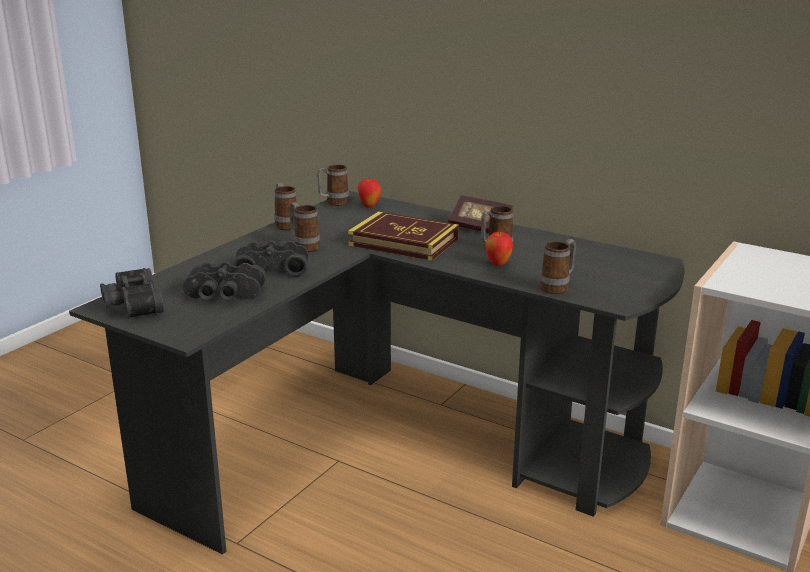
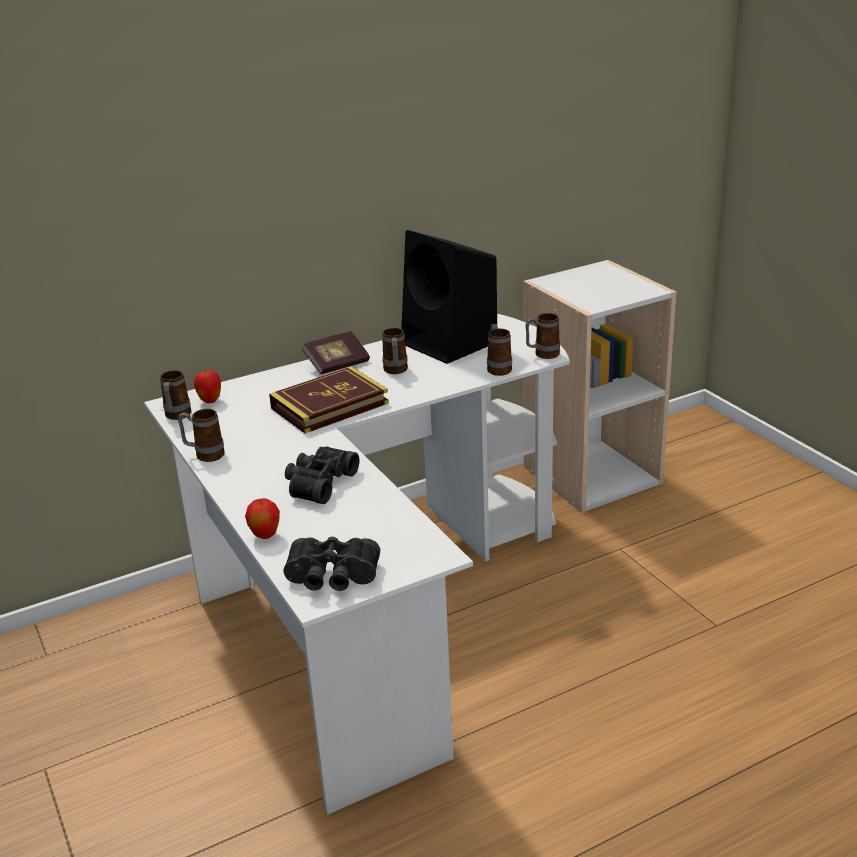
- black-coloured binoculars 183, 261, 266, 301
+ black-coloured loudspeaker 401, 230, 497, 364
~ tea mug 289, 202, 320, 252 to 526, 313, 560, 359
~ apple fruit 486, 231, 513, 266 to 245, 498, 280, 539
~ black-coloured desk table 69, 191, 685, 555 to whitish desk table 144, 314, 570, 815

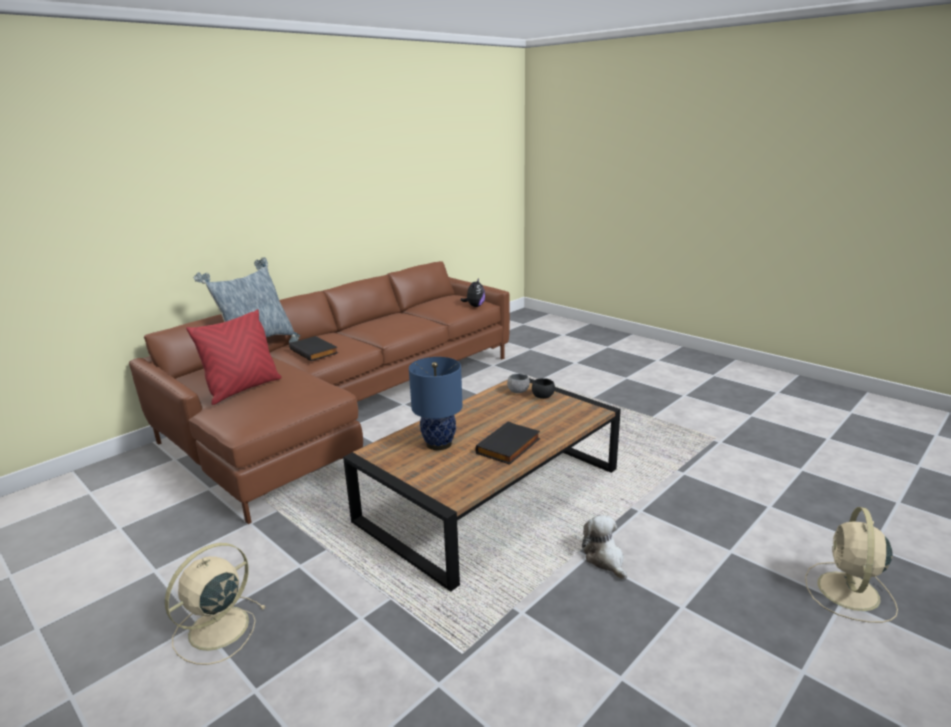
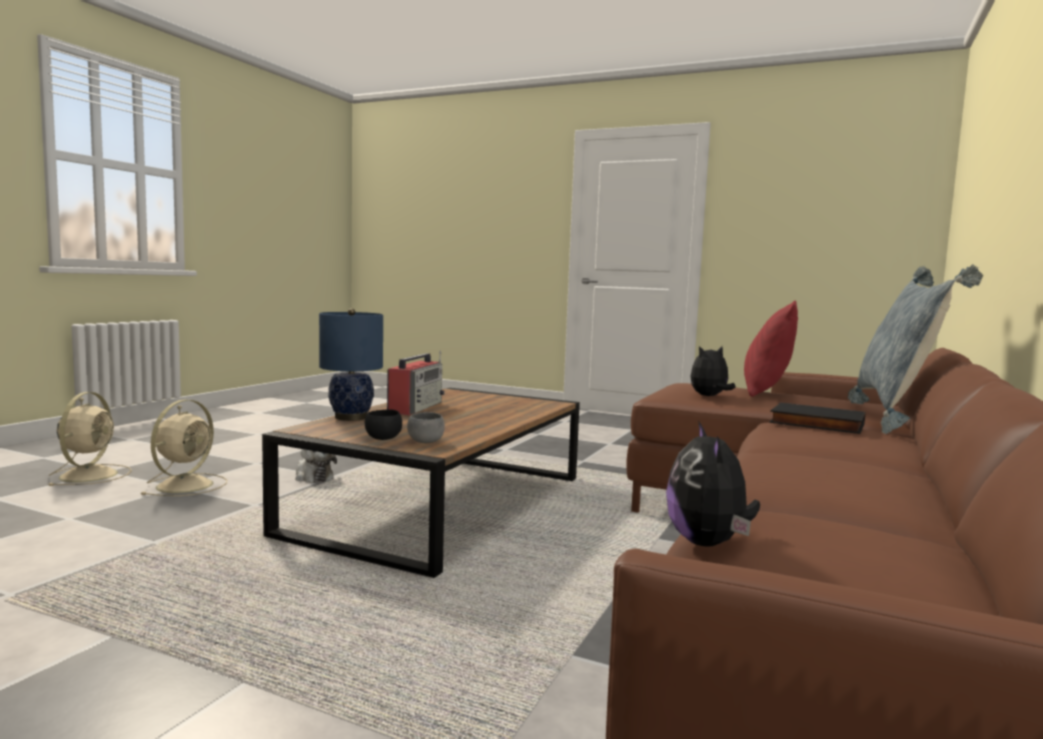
+ cuddly toy 691, 346, 736, 396
~ sand-coloured cooling fan 165, 543, 266, 665 to 140, 399, 227, 496
~ bluish table lamp 409, 357, 463, 450 to 319, 308, 383, 421
~ black-coloured volume 475, 421, 540, 465 to radio set 387, 351, 445, 415

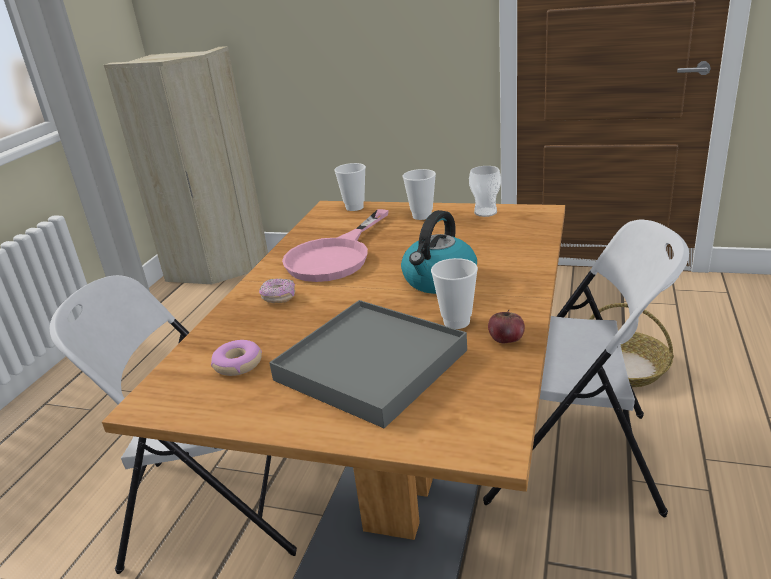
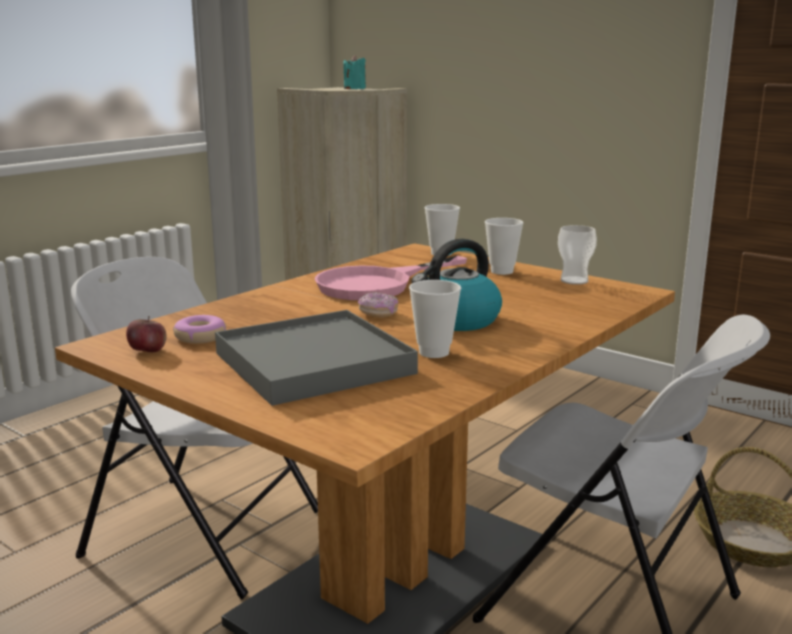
+ turquoise wax light 343, 55, 366, 89
~ ring doughnut 259, 279, 295, 303 to 358, 292, 398, 318
~ apple fruit 488, 310, 525, 343 to 126, 316, 167, 352

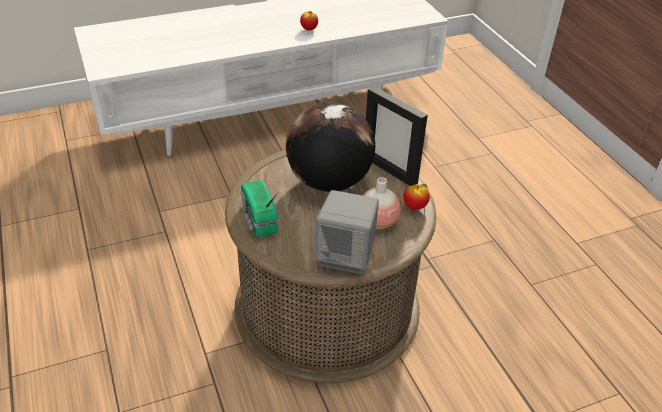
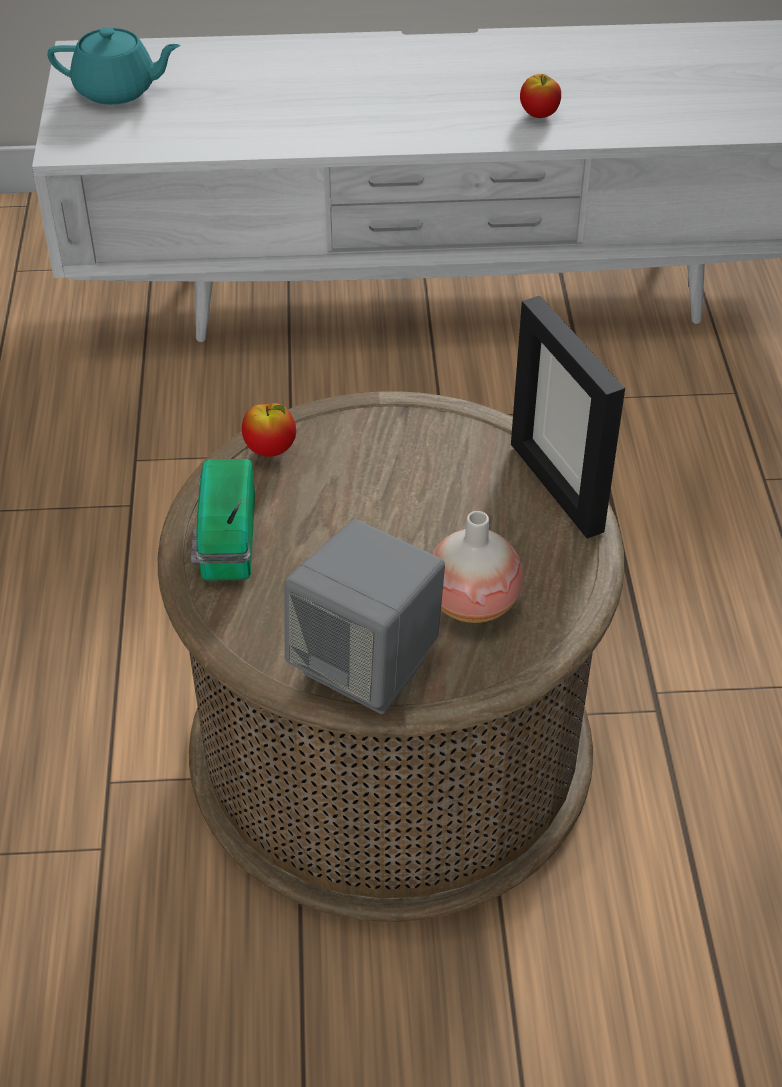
- desk globe 286, 102, 375, 192
+ turquoise teapot 48, 27, 180, 105
~ apple fruit 403, 184, 430, 210 to 242, 403, 296, 457

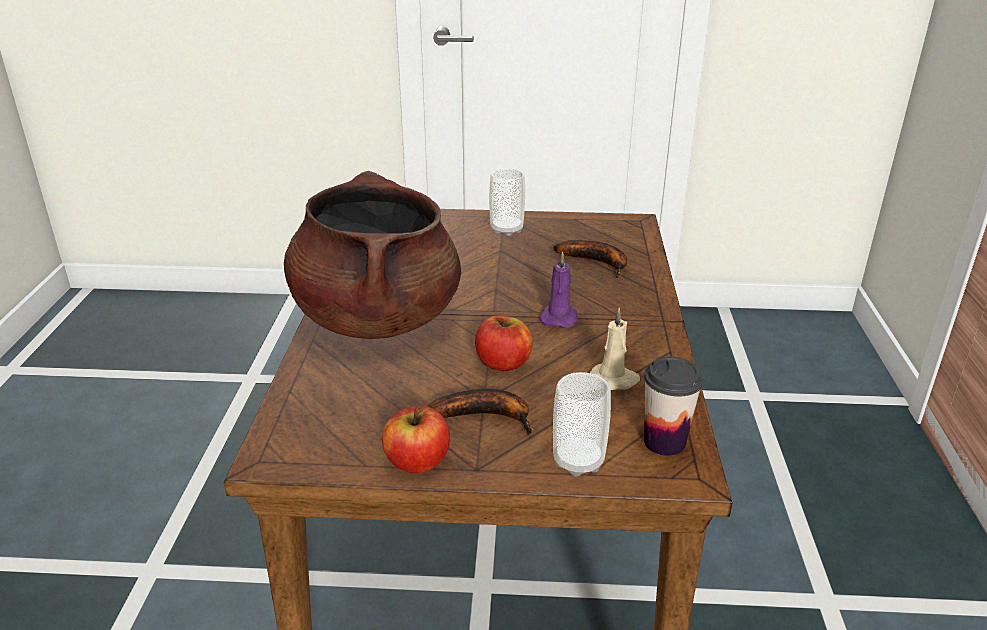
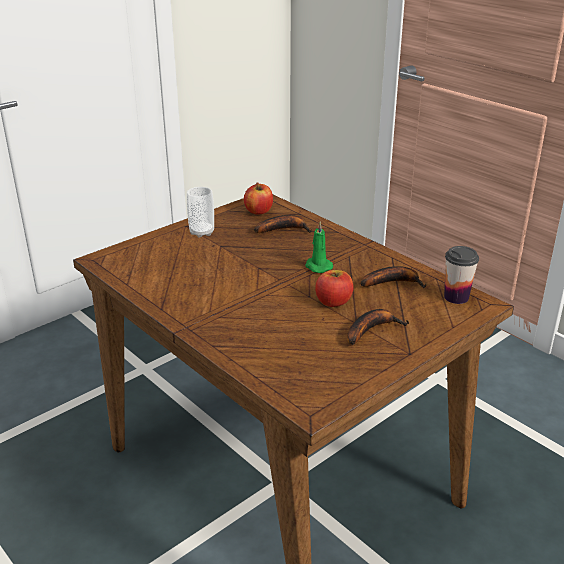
- brownish stockpot 284, 171, 461, 339
- drinking cup 553, 372, 611, 476
~ apple fruit 382, 405, 450, 473 to 244, 183, 273, 215
~ sand-coloured wax light 590, 307, 640, 390 to whole banana 360, 266, 427, 288
~ purple-coloured wax light 539, 251, 578, 328 to green wax light 305, 222, 333, 273

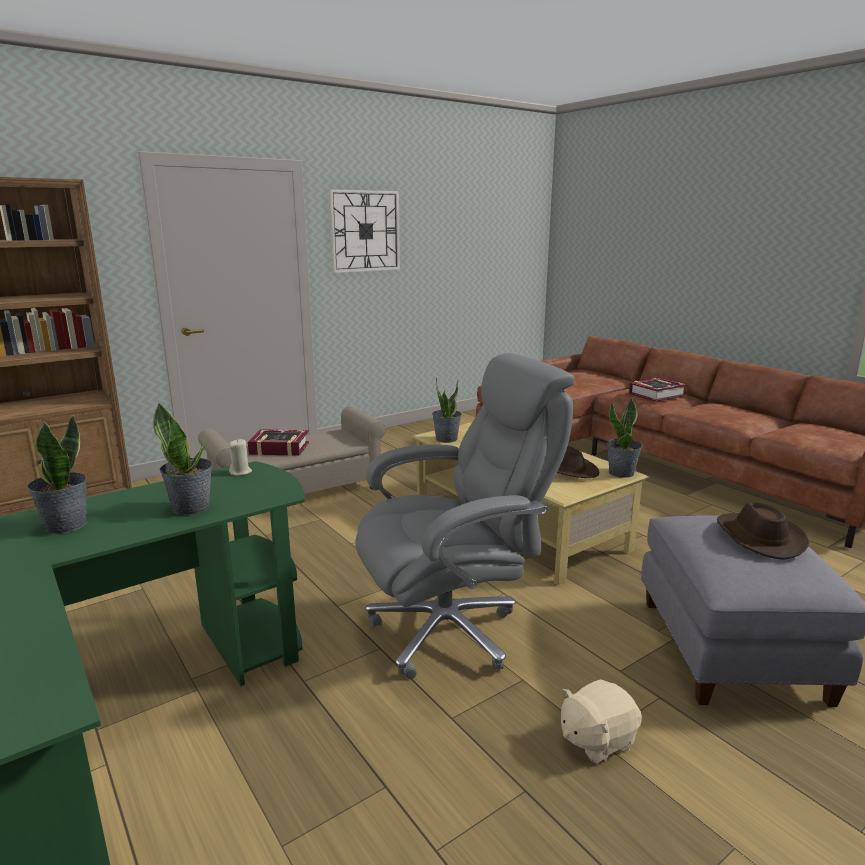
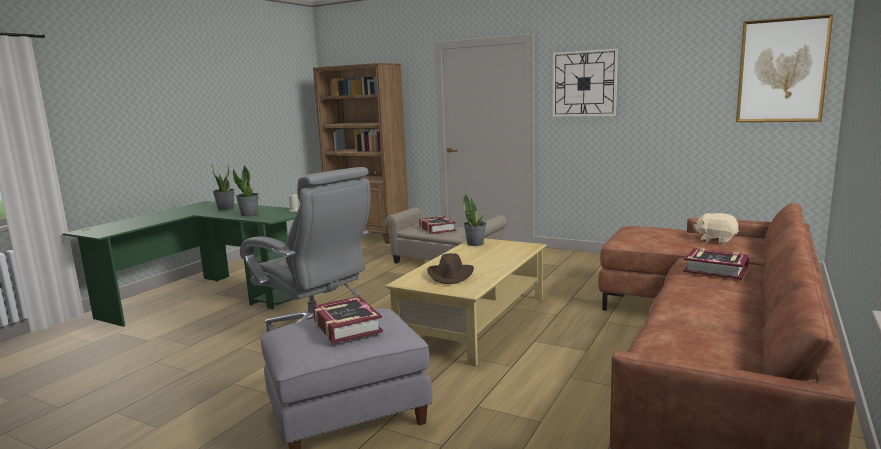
- plant in a pot 607, 397, 643, 478
+ wall art 736, 14, 833, 122
~ sand-coloured cuddly toy 561, 679, 642, 765 to 693, 213, 739, 244
~ brownish clothing hat 717, 503, 809, 560 to volume 313, 296, 383, 344

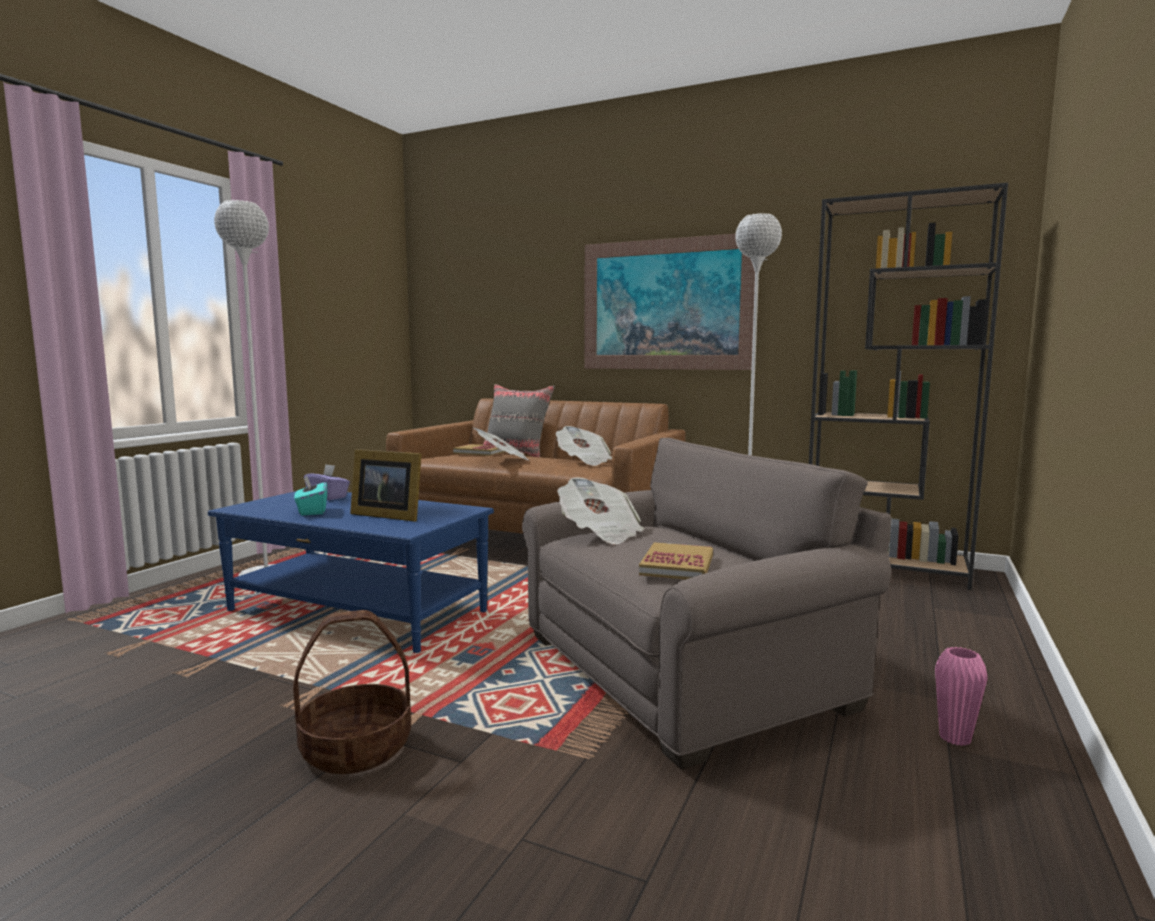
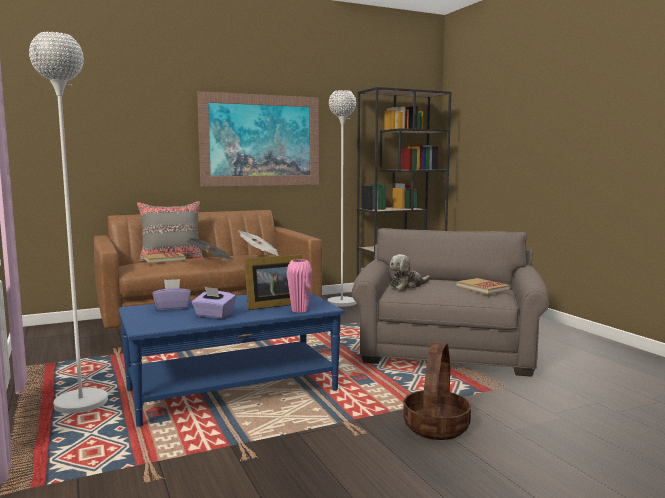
~ pink-coloured decorative vase 935, 647, 987, 746 to 287, 259, 312, 313
~ printed paper 557, 477, 644, 545 to cuddly toy 390, 254, 430, 289
~ turquoise tissue holder 294, 475, 327, 516 to purple-coloured tissue holder 192, 287, 236, 319

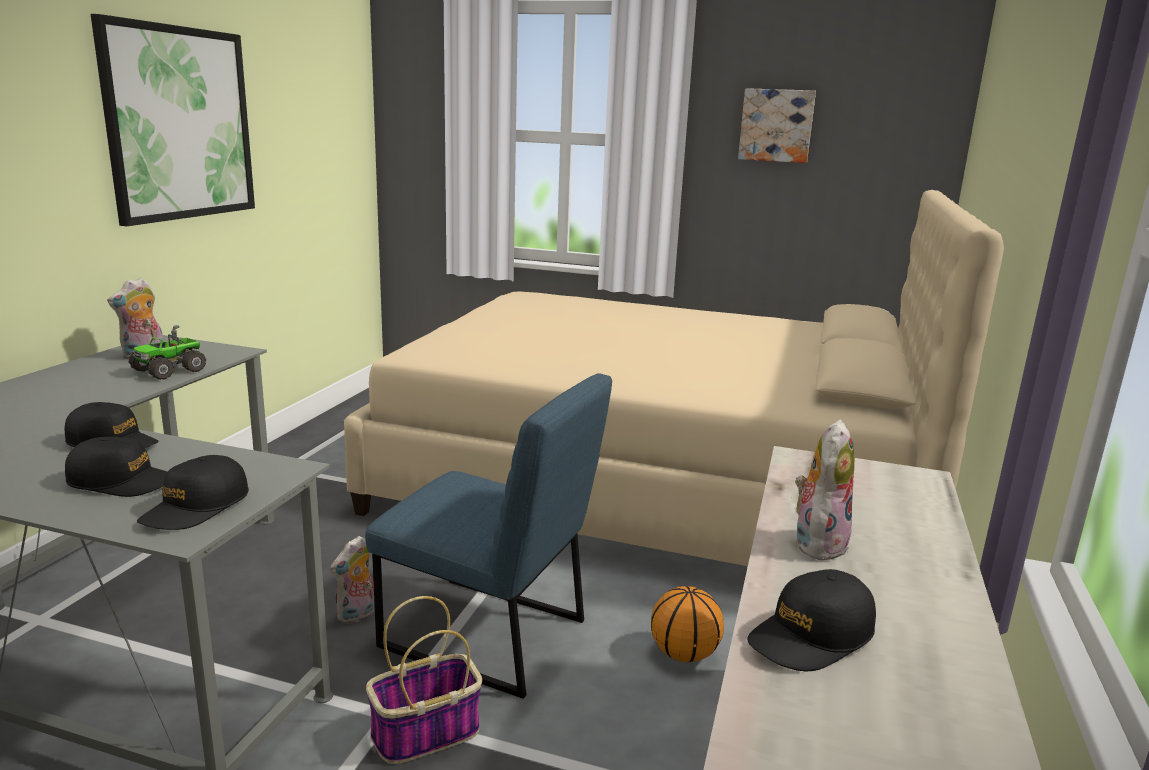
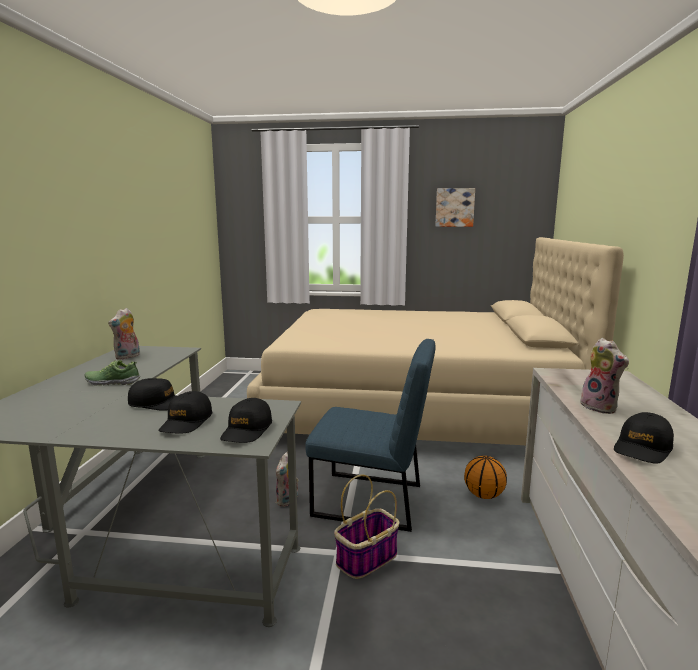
- wall art 91, 14, 255, 226
- model truck 129, 325, 206, 380
+ item of footwear 85, 360, 140, 386
~ black-coloured baseball cap 65, 437, 167, 497 = 158, 391, 212, 434 105 degrees clockwise
~ cuddly toy 795, 419, 855, 560 = 577, 338, 629, 414 135 degrees clockwise

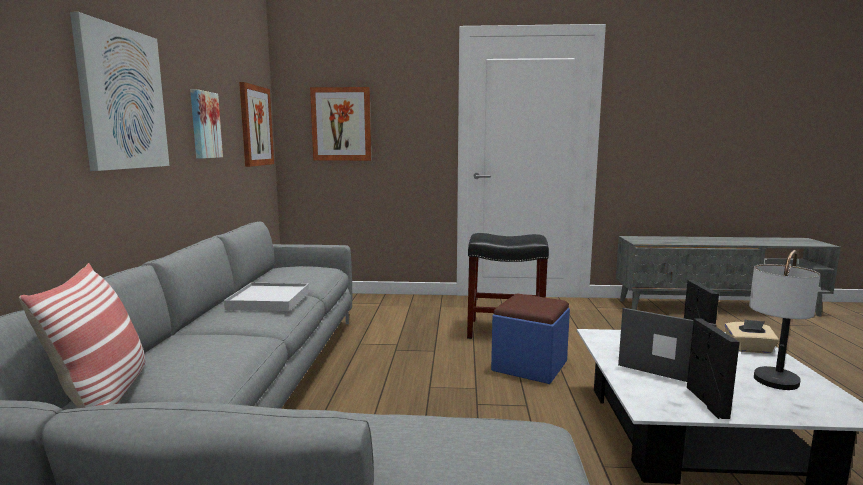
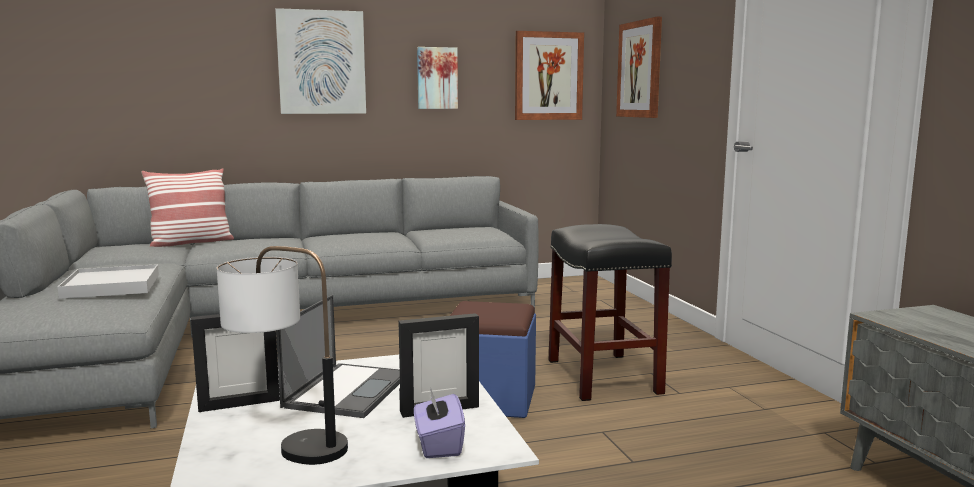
~ whitish tray 224, 283, 309, 311 to 58, 264, 159, 299
~ sand-coloured tissue holder 725, 320, 779, 353 to purple-coloured tissue holder 414, 387, 465, 458

